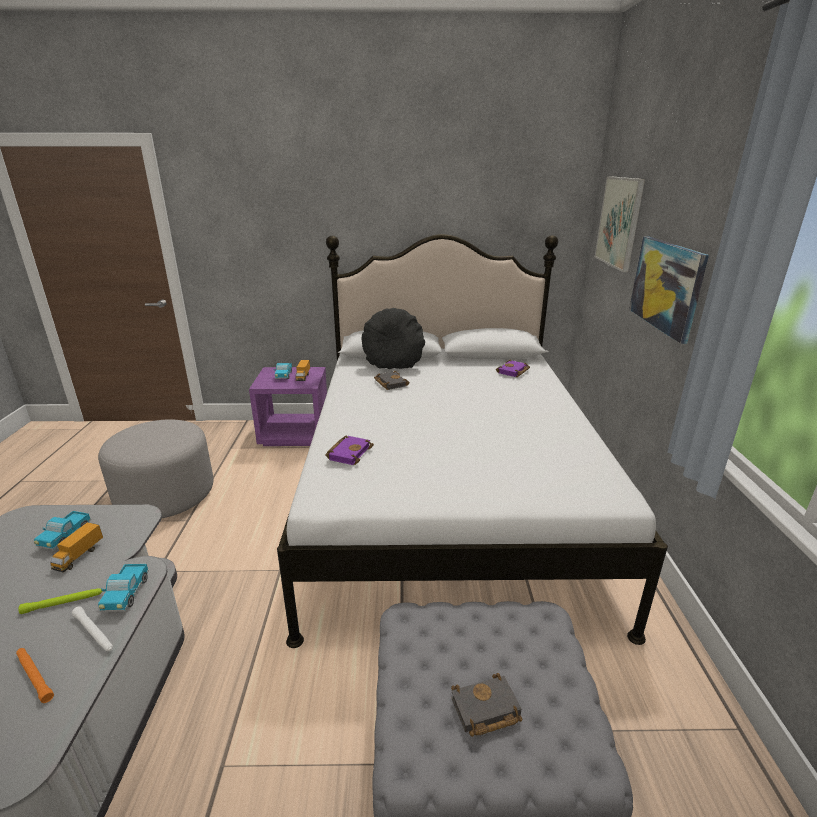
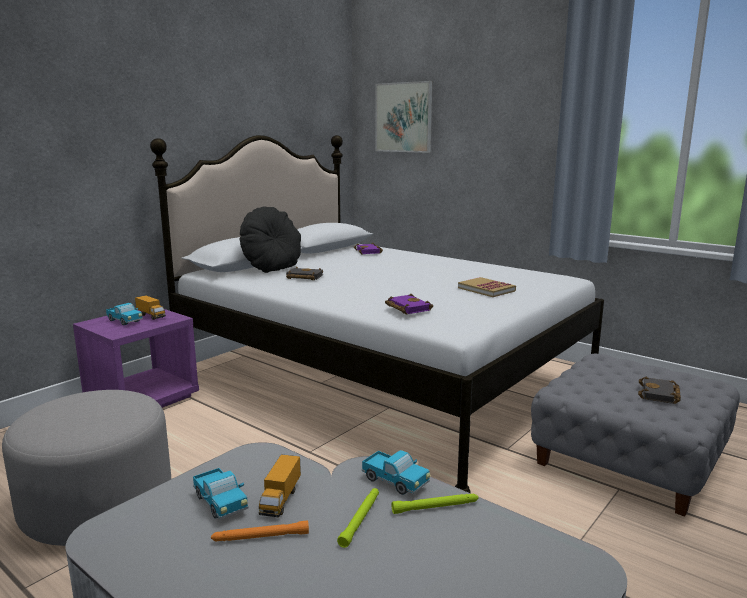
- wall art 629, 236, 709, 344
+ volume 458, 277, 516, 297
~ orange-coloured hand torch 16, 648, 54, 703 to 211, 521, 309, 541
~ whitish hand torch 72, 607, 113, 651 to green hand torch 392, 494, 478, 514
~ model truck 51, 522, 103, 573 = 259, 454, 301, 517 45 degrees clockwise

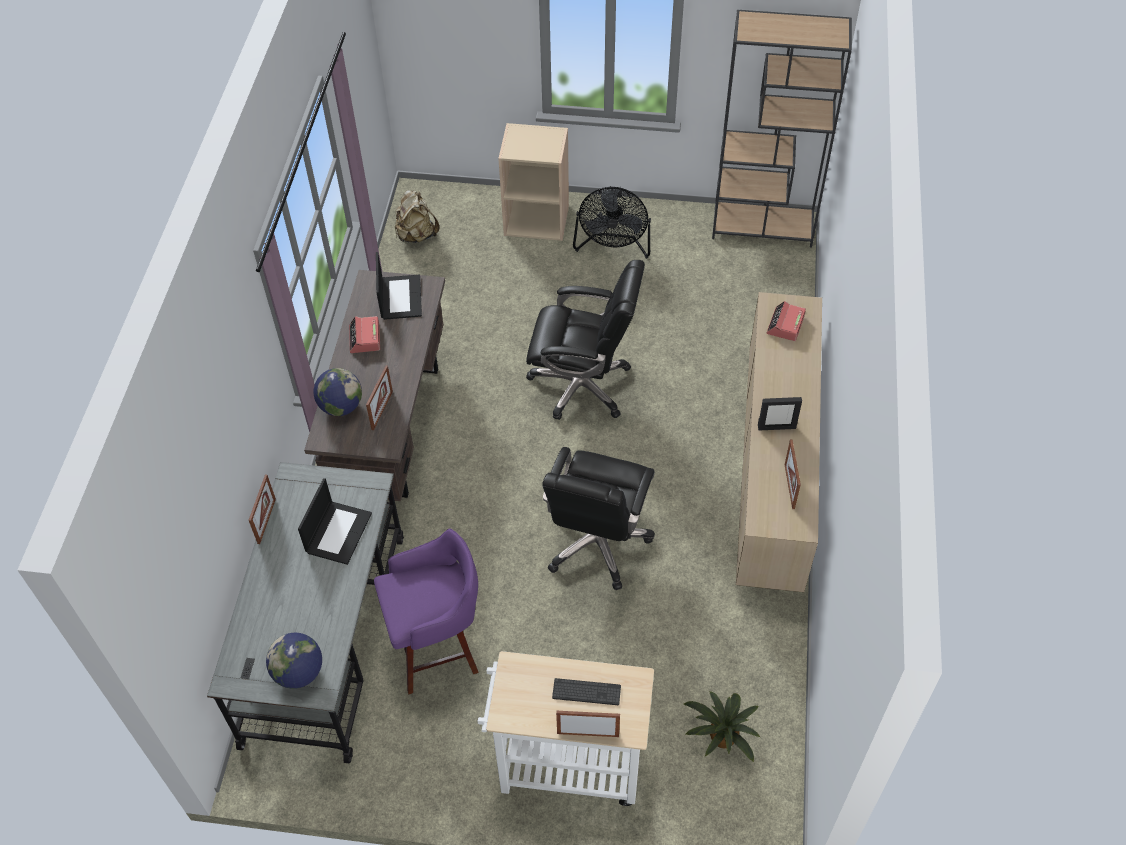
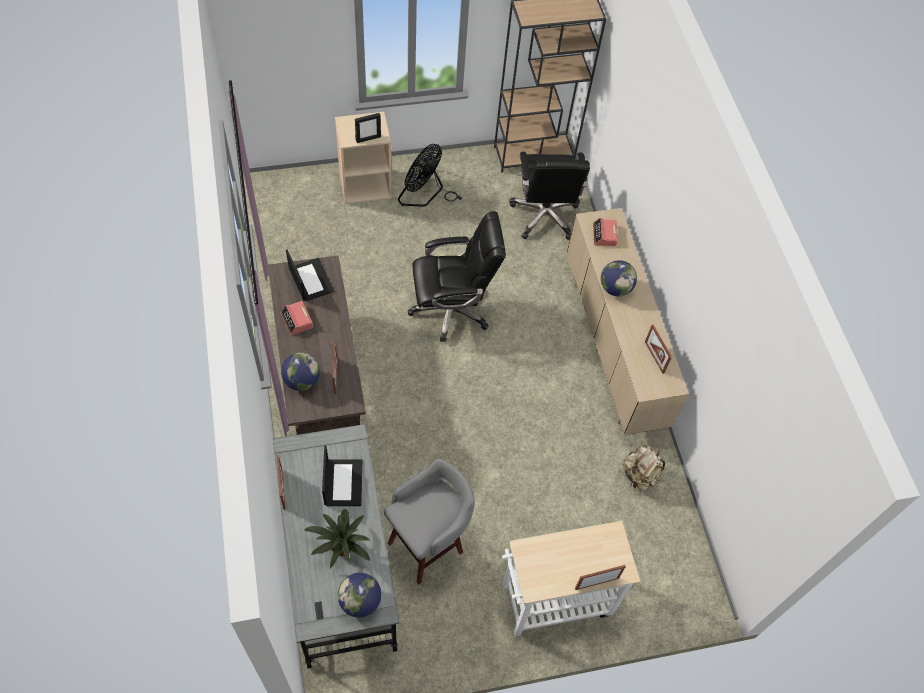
- keyboard 552, 678, 621, 705
+ desk globe 601, 260, 637, 296
~ sand-coloured rucksack 395, 190, 439, 243 to 623, 445, 665, 490
~ black-coloured computer chair 542, 447, 655, 590 to 509, 152, 590, 240
~ plant in a pot 684, 691, 760, 762 to 305, 509, 370, 568
~ standing frame 758, 397, 802, 431 to 355, 113, 381, 143
~ purple-coloured stool 374, 528, 479, 694 to grey stool 384, 458, 475, 584
~ black-coloured cooling fan 573, 187, 651, 259 = 398, 144, 462, 207 135 degrees clockwise

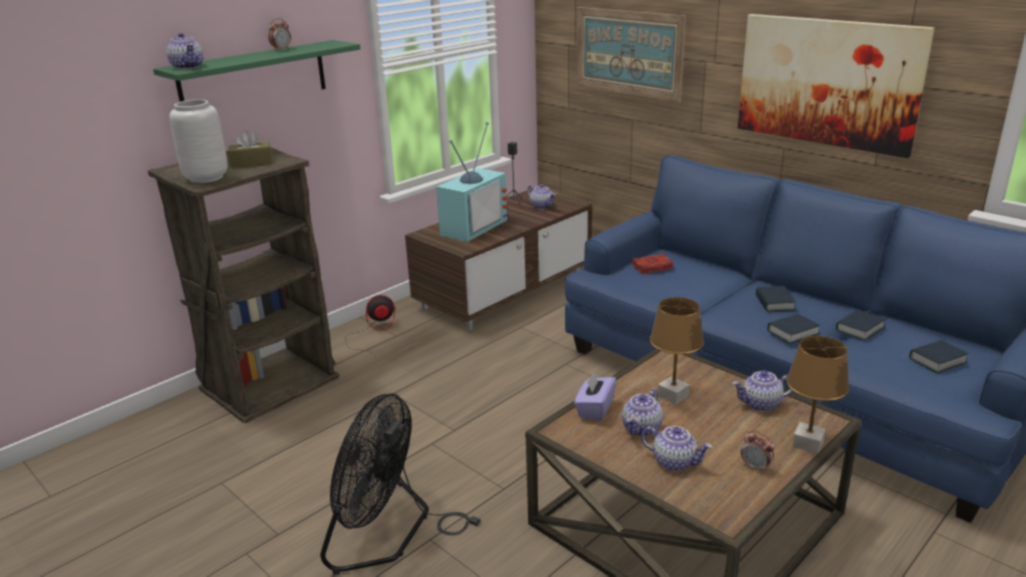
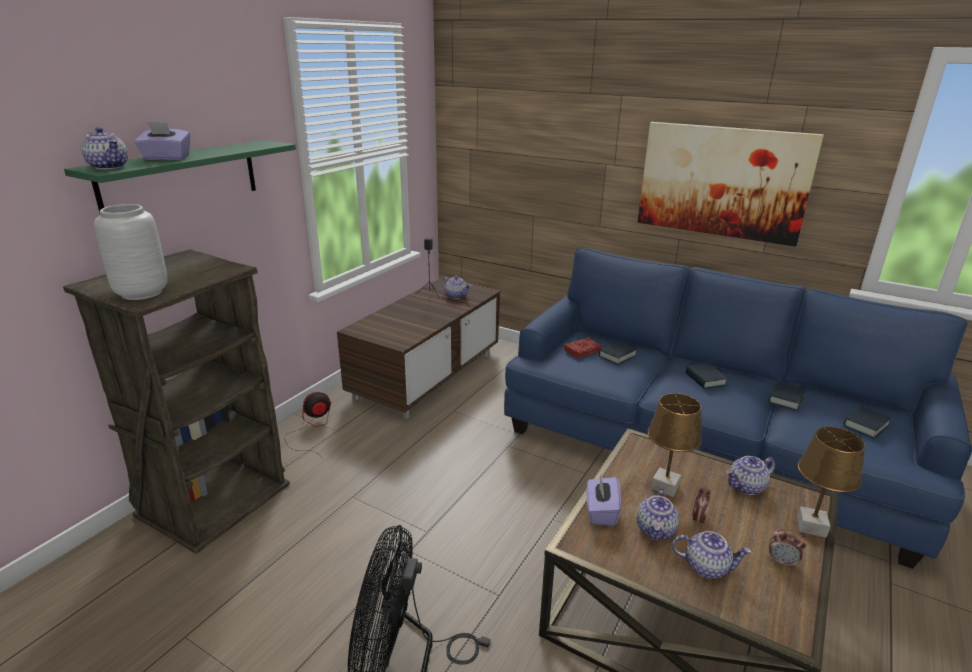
- brownish tissue holder 228, 130, 272, 168
- television 436, 122, 508, 242
- wall art 577, 7, 686, 102
+ purple-coloured tissue holder 134, 122, 190, 160
~ alarm clock 268, 18, 291, 51 to 692, 486, 711, 527
~ volume 767, 314, 820, 344 to 599, 342, 637, 365

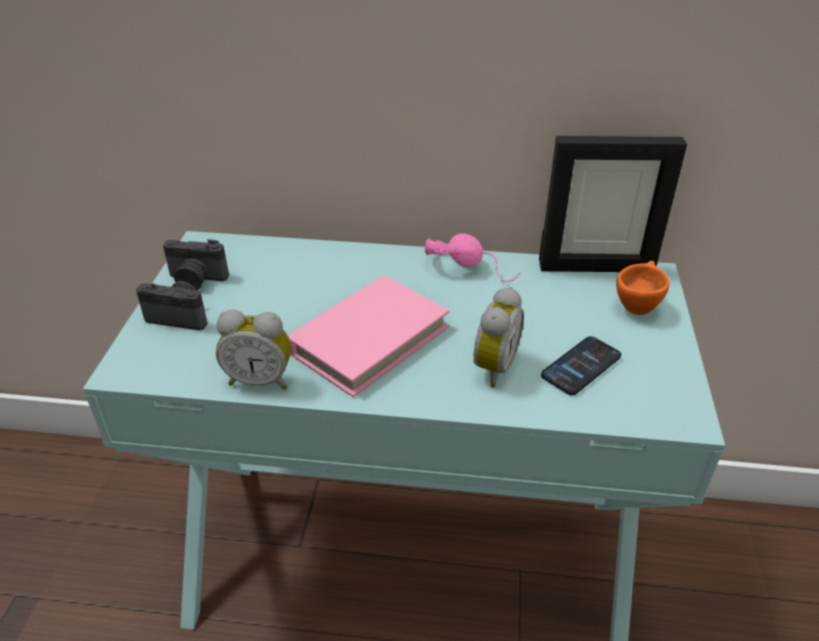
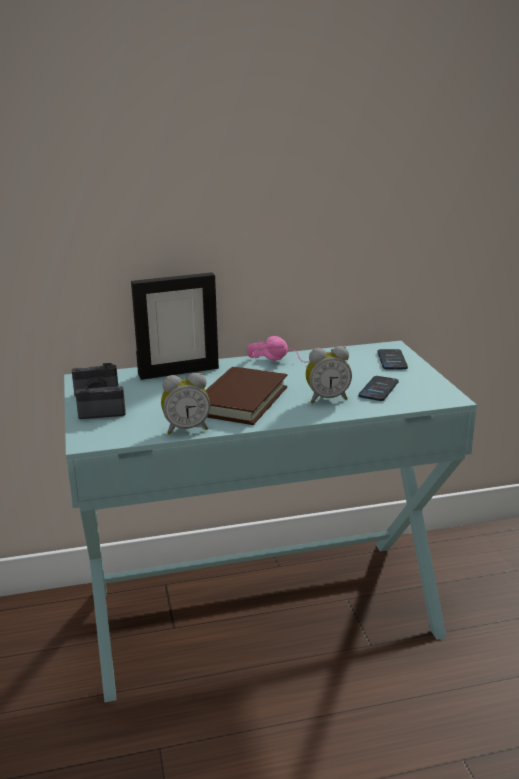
~ standing frame 539, 136, 687, 272 to 131, 272, 219, 380
~ orange-coloured drinking cup 616, 261, 670, 315 to phone 377, 349, 408, 370
~ pink-coloured volume 288, 275, 449, 397 to brownish volume 206, 367, 287, 425
~ alarm clock 473, 287, 524, 388 = 306, 346, 352, 403 75 degrees clockwise

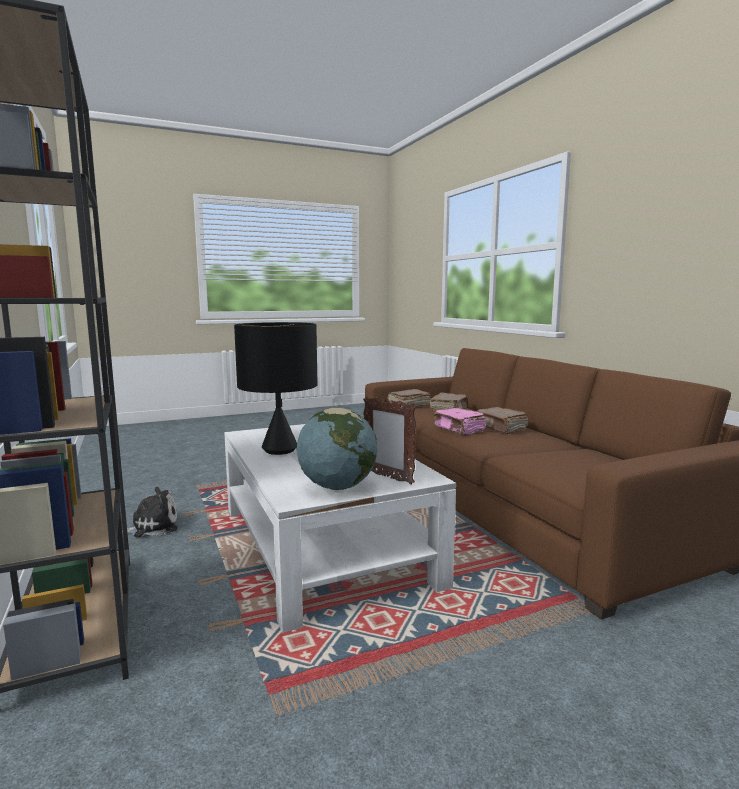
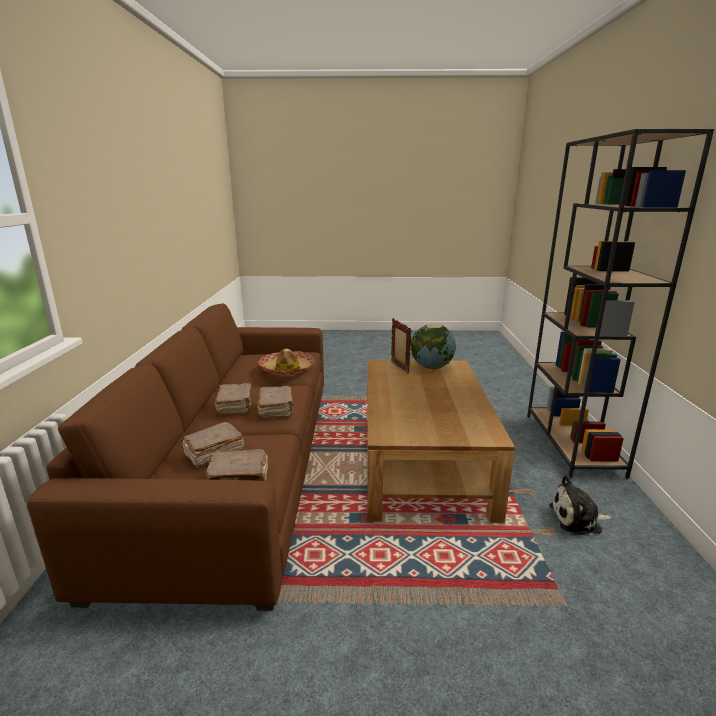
- black-coloured table lamp 234, 322, 317, 455
+ clothing hat 258, 349, 315, 375
~ whitish coffee table 224, 424, 456, 633 to brownish coffee table 367, 360, 515, 523
~ pink-coloured volume 433, 408, 486, 435 to brownish volume 258, 386, 294, 418

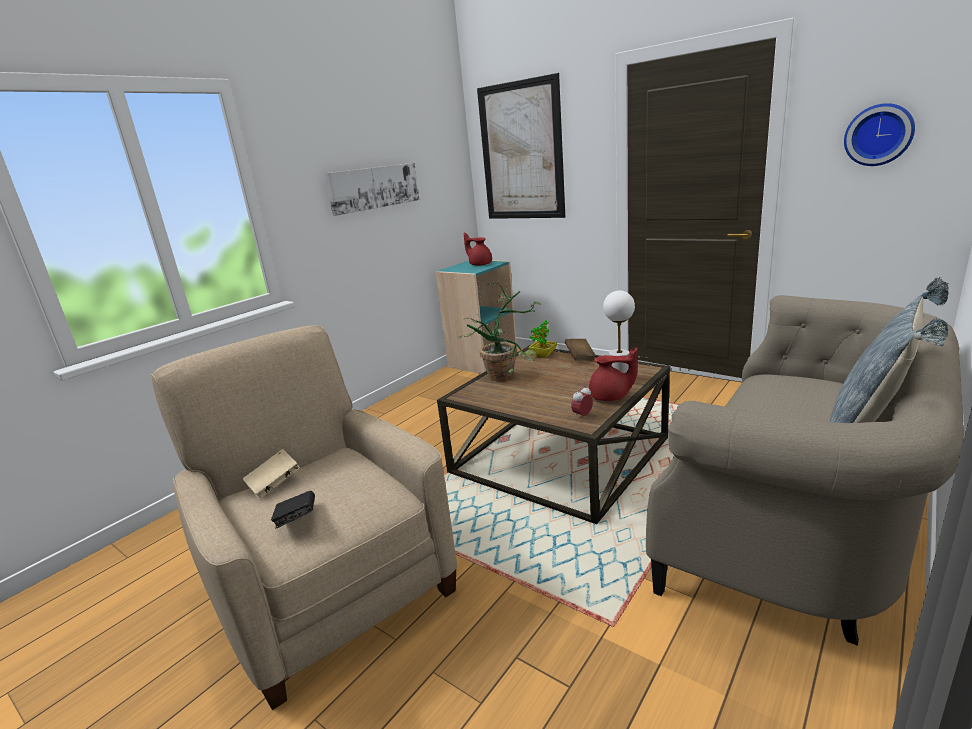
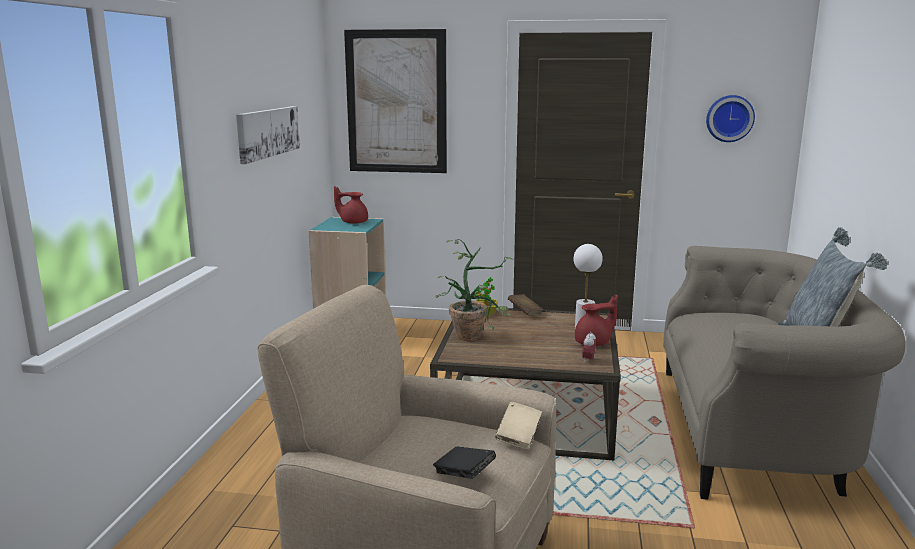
~ sand-coloured volume 243, 449, 300, 498 to 495, 402, 542, 449

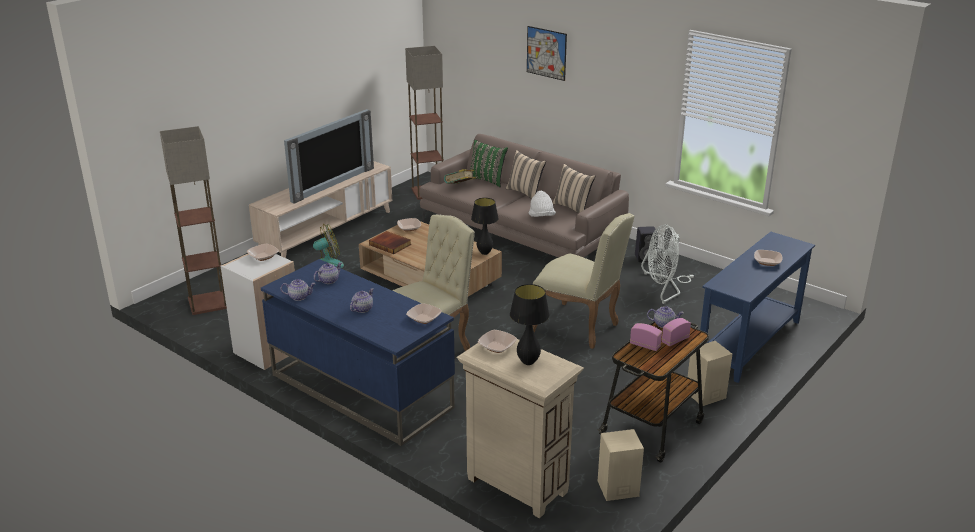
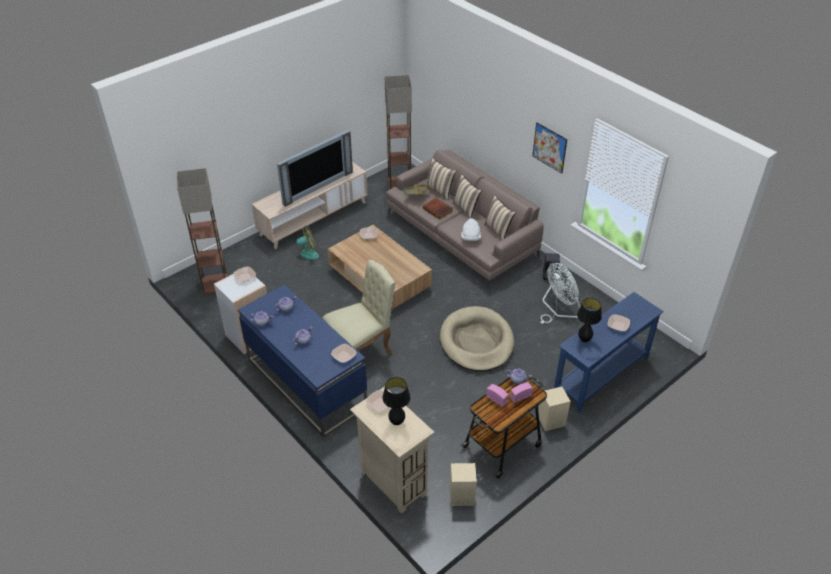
~ volume 369, 231, 411, 254 to 423, 197, 452, 219
~ black-coloured table lamp 471, 198, 499, 255 to 577, 298, 602, 342
~ wall art 527, 26, 567, 81 to 533, 123, 567, 174
~ sand-coloured chair 532, 213, 634, 349 to sand-coloured pet bed 440, 306, 514, 372
~ green pillow 470, 140, 508, 187 to sand-coloured pillow 426, 158, 456, 200
~ whitish cooling fan 641, 224, 695, 304 = 540, 263, 580, 324 150 degrees clockwise

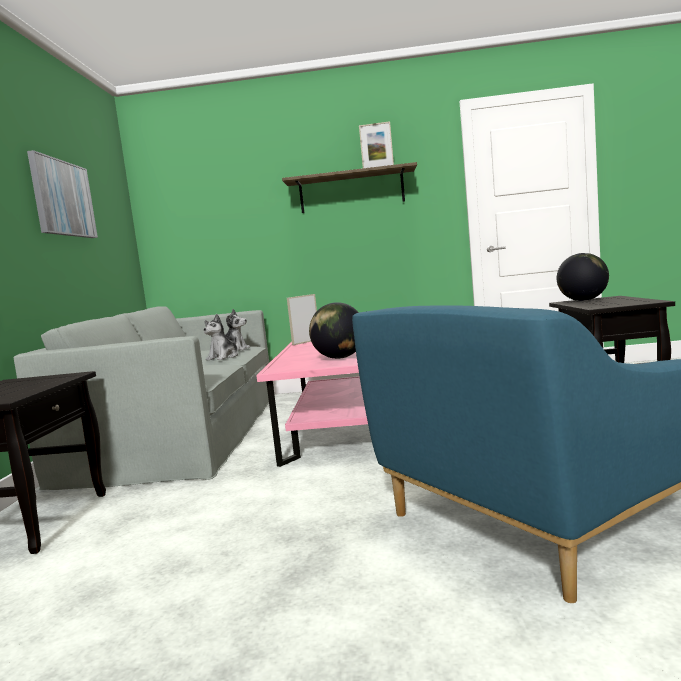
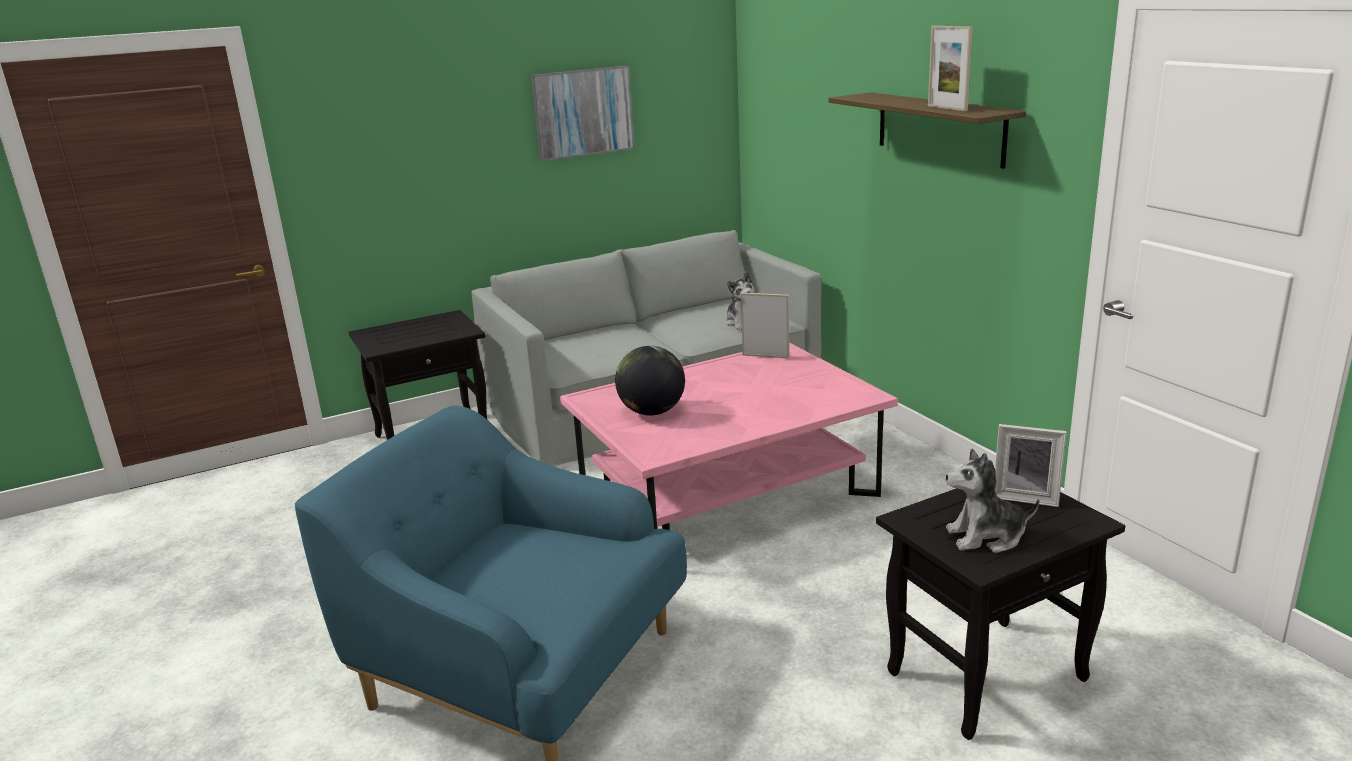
~ cuddly toy 203, 314, 238, 360 to 946, 448, 1040, 553
~ desk globe 557, 253, 609, 301 to standing frame 995, 424, 1067, 507

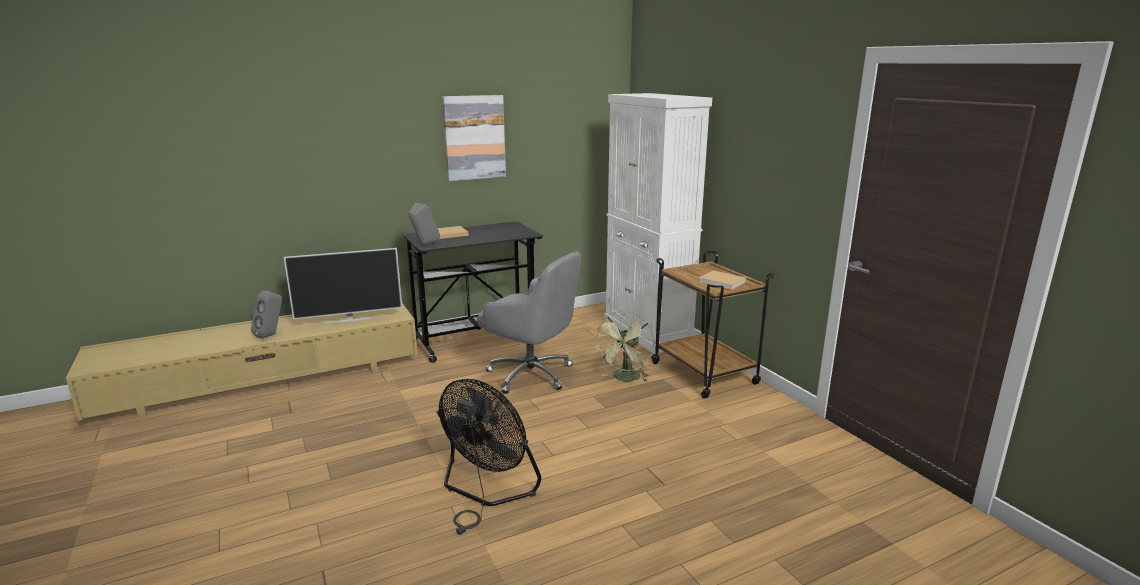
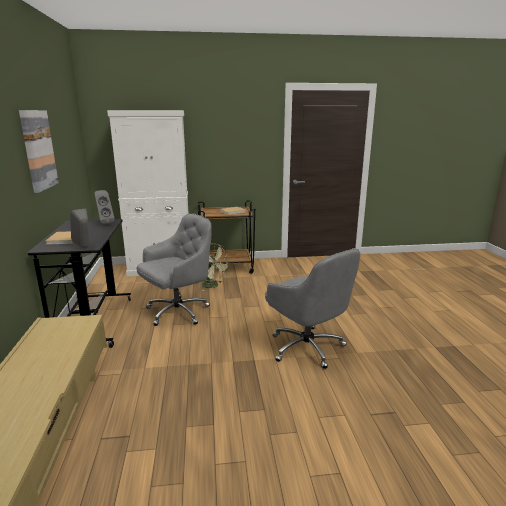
- television 284, 248, 402, 324
~ grey loudspeaker 251, 291, 282, 338 to 95, 190, 114, 224
~ black-coloured cooling fan 436, 379, 541, 535 to grey computer chair 264, 249, 360, 369

